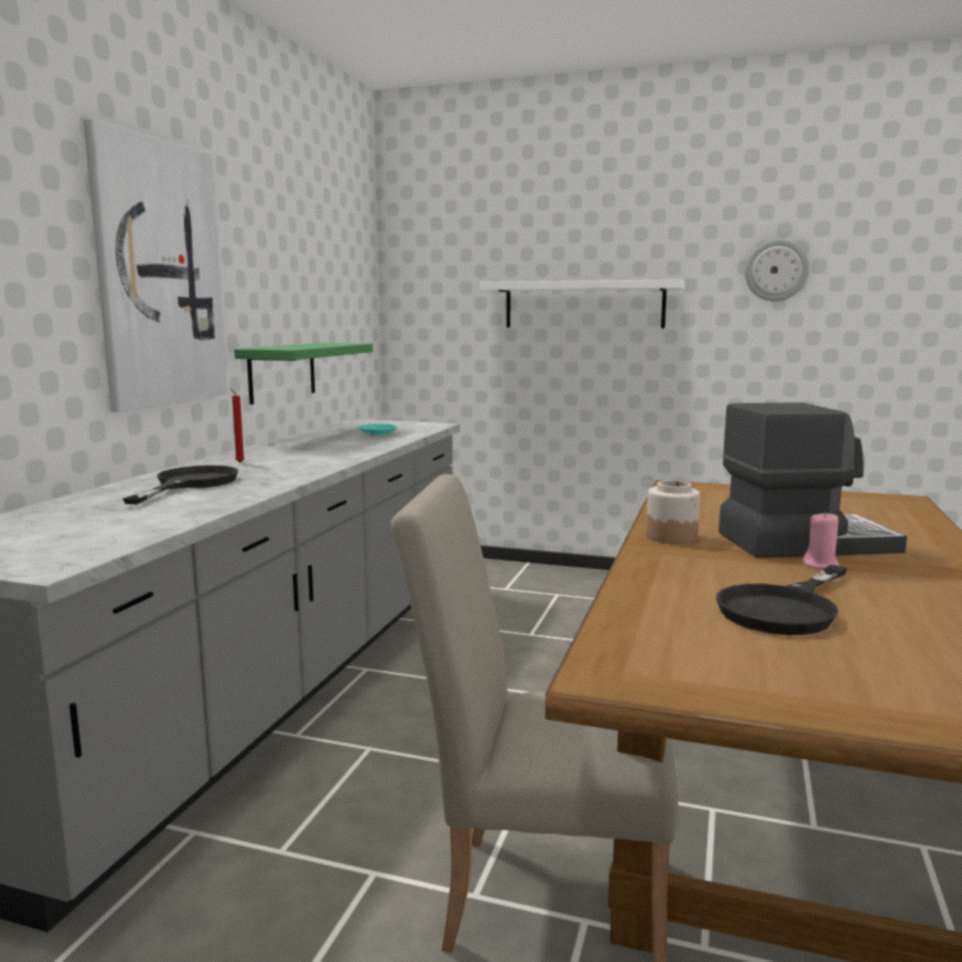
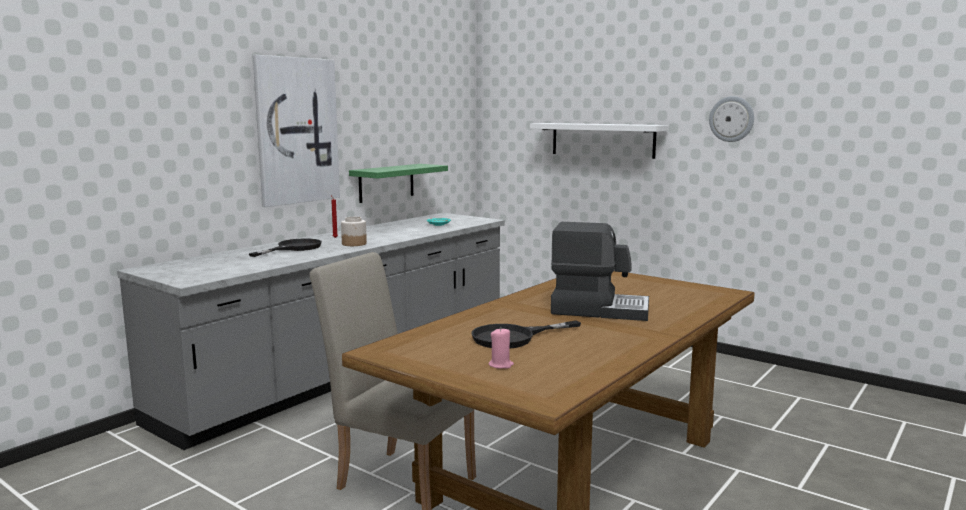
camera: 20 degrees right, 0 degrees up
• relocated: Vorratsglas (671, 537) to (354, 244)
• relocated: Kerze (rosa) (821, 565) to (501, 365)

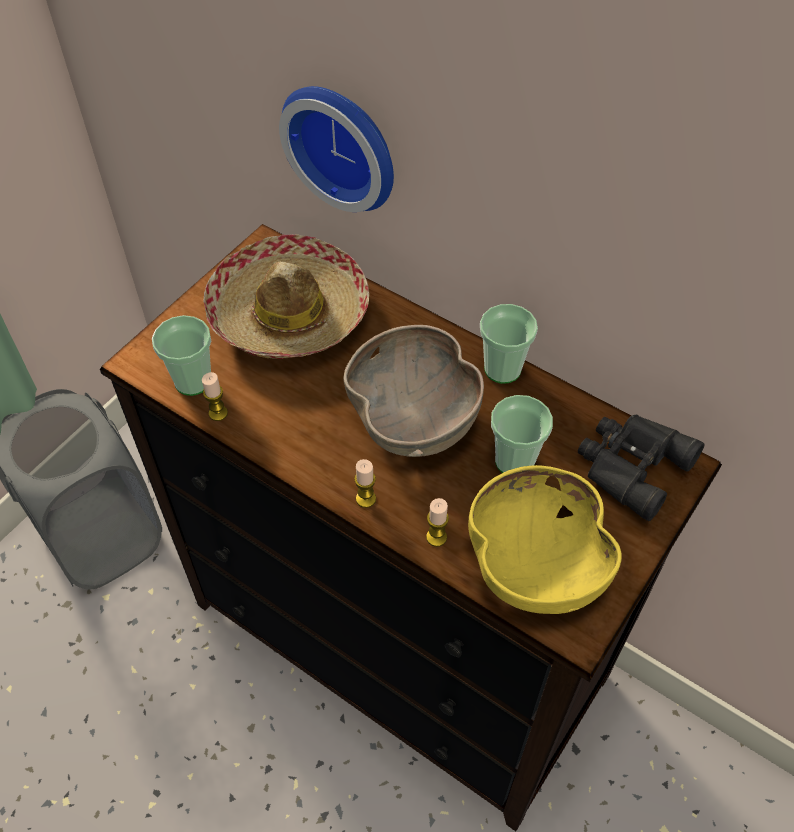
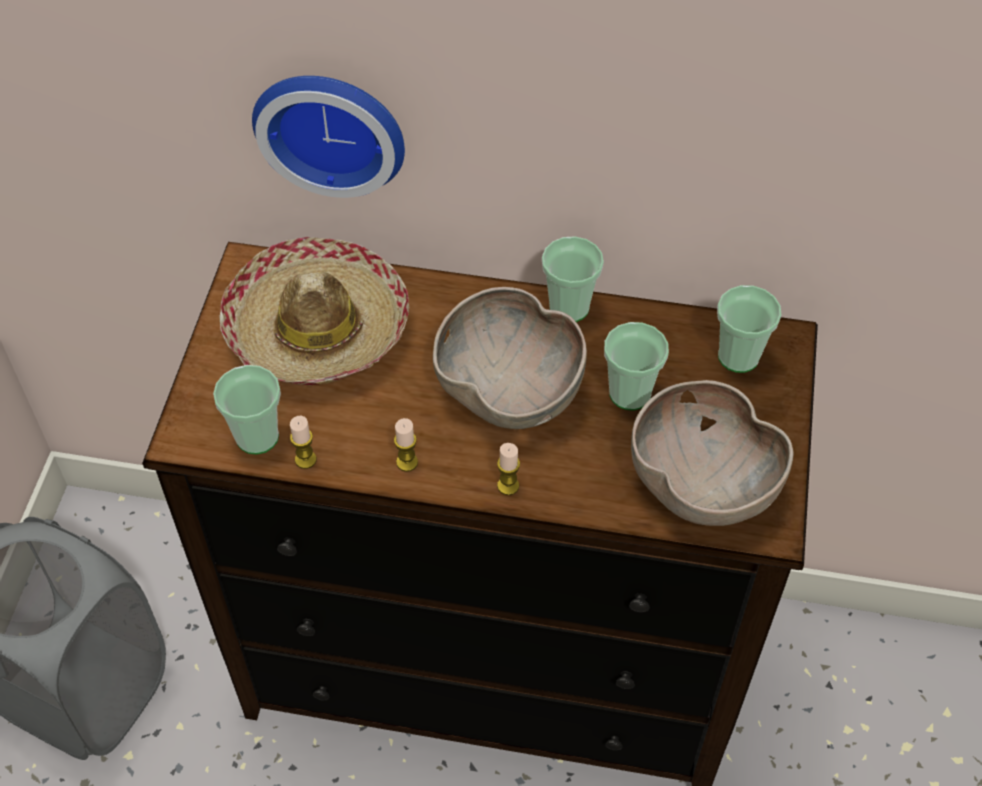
camera: 25 degrees left, 0 degrees up
• relocated: Kerze (436, 537) to (407, 462)
• exchanged: Fernglas (schwarz) (630, 465) to Tasse (738, 356)
• colour: Schüssel (gelb) (534, 564) to Schüssel (braun) (701, 483)

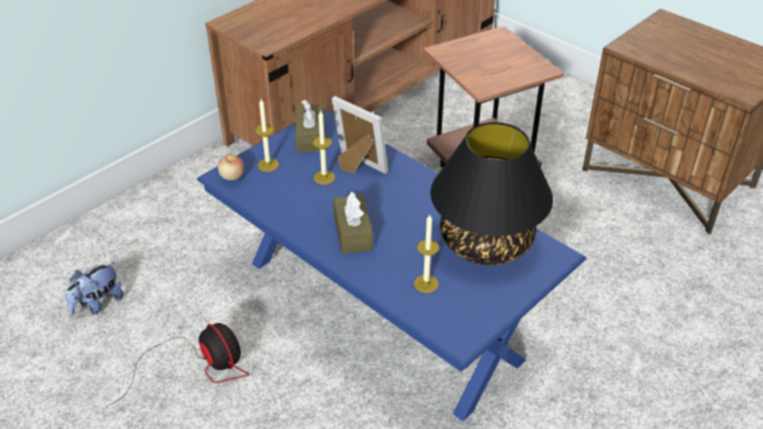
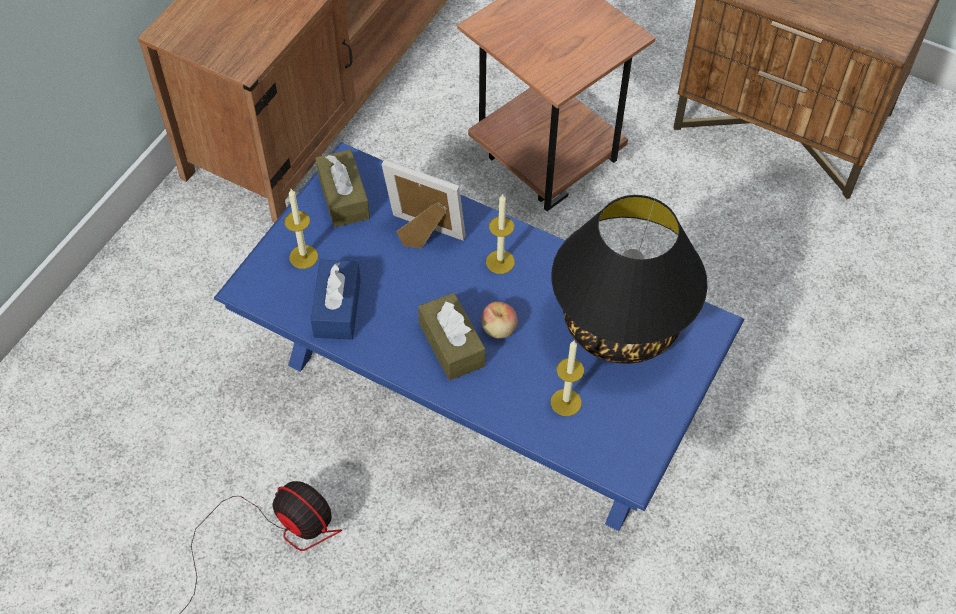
camera: 15 degrees left, 15 degrees up
• missing: Plüschtier (97, 304)
• appeared: Taschentuchbox (blau) (337, 308)
• relocated: Apfel (232, 177) to (499, 329)
• relocated: Kerze (324, 177) to (500, 262)

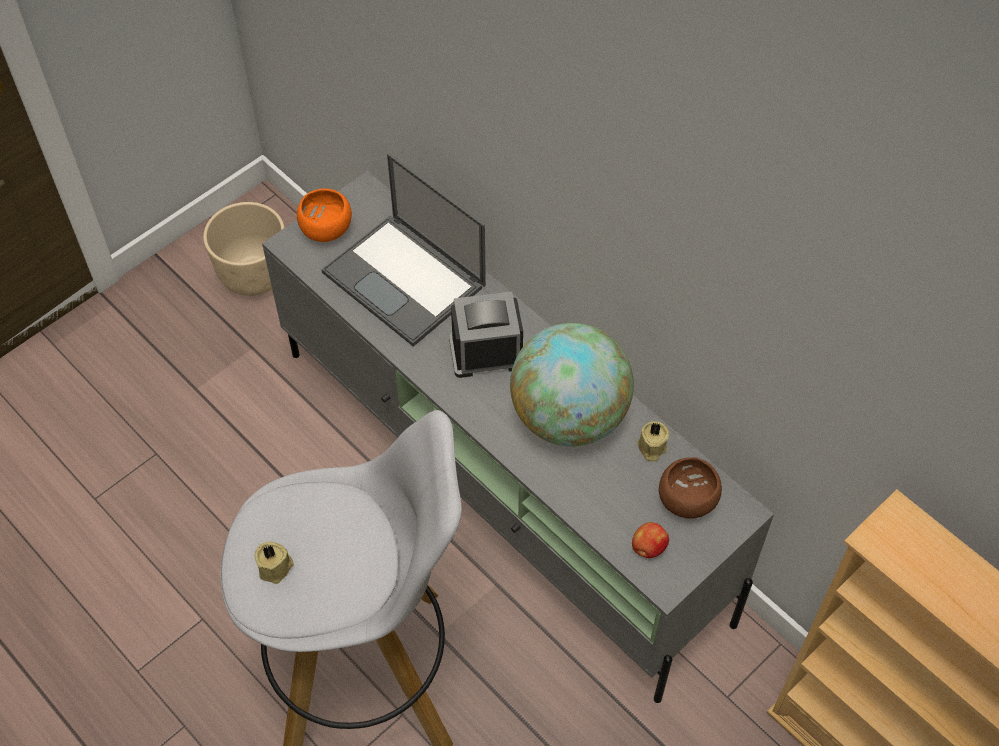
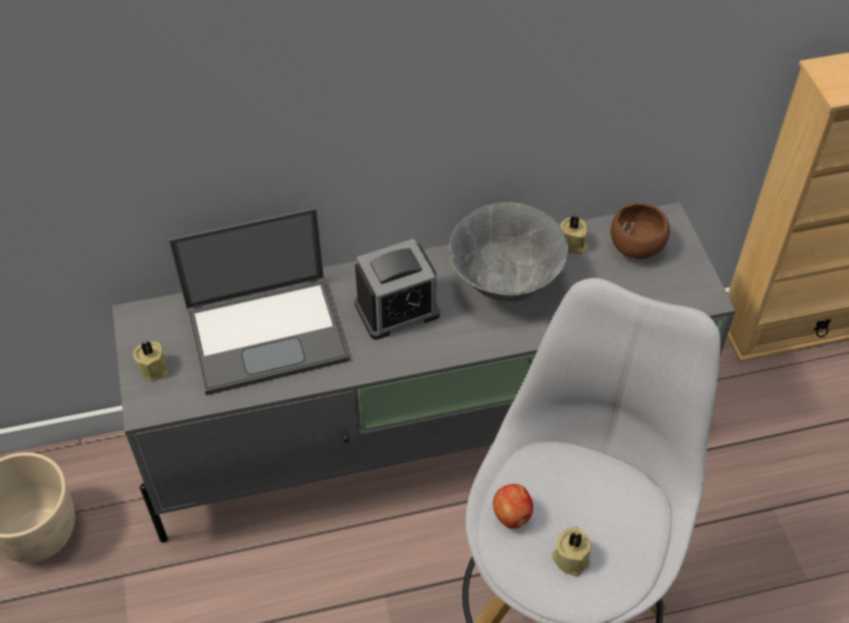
camera: 60 degrees left, 5 degrees down
• relocated: Apfel (648, 548) to (512, 516)
• exchanged: Schüssel (orange) (327, 228) to Kerze (beige) (155, 367)
• exchanged: Globus (569, 416) to Schüssel (grau) (505, 284)
• spun: Wecker (487, 352) = (397, 309) 135 degrees counterclockwise

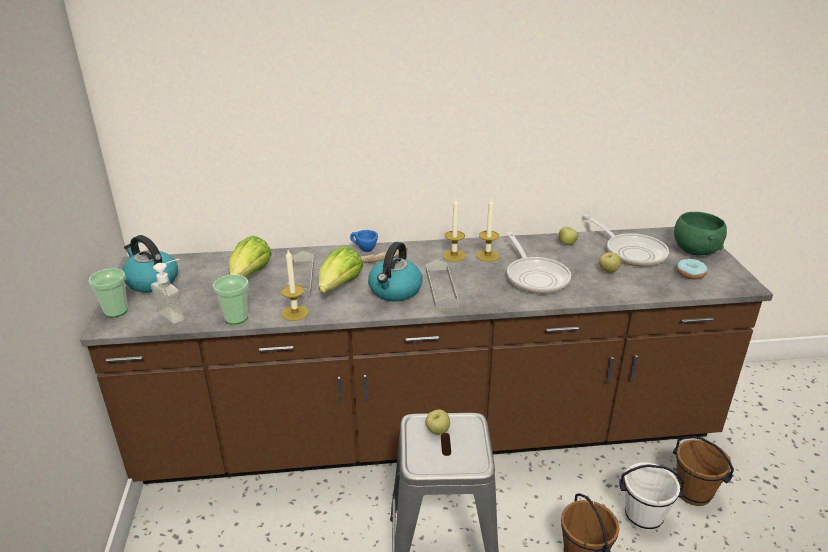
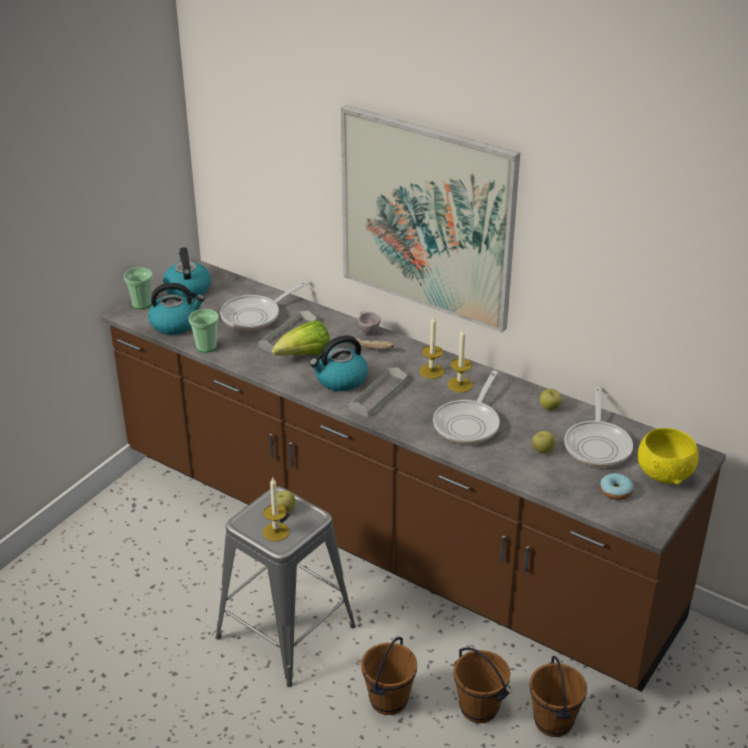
camera: 40 degrees right, 5 degrees up
• appeared: Bild (427, 217)
• relocated: Kerze (295, 313) to (276, 532)
• exchanged: Seifenspender (177, 312) to Wasserkessel (175, 324)
• exchanged: Salatkopf (250, 276) to Pfanne (255, 316)
• colour: Tasse (blau) (363, 250) to Tasse (beige) (367, 331)
• colour: Eimer (weiß) (643, 517) to Eimer (braun) (479, 708)
• colour: Schüssel (grün) (695, 250) to Schüssel (gelb) (665, 474)

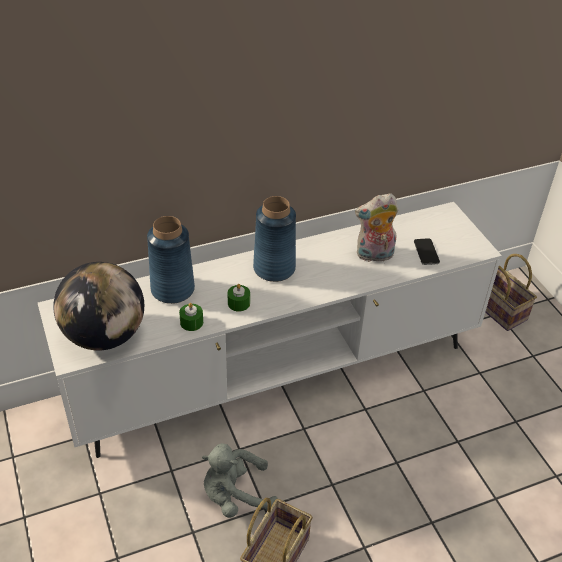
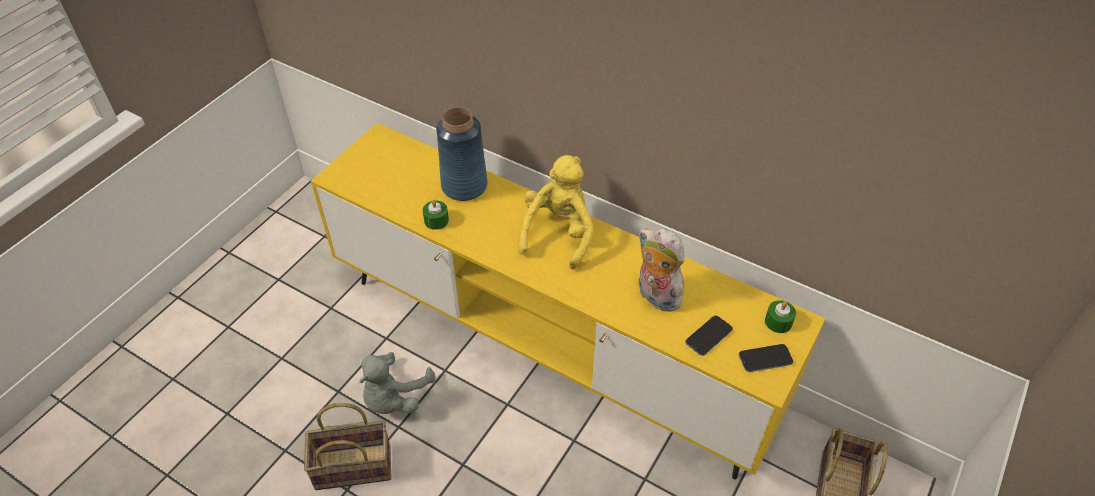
camera: 55 degrees right, 5 degrees up
• missing: Globus (105, 336)
• appeared: Handy (765, 359)
• relocated: Kerze (grün) (239, 303) to (778, 322)
• exchanged: Vase (blau) (274, 268) to Plüschtier (gelb) (558, 233)
• colour: Fernsehschrank (weiß) (276, 376) to Fernsehschrank (gelb) (548, 346)
• spun: Plüschtier (grau) (235, 495) = (394, 398) 105 degrees counterclockwise

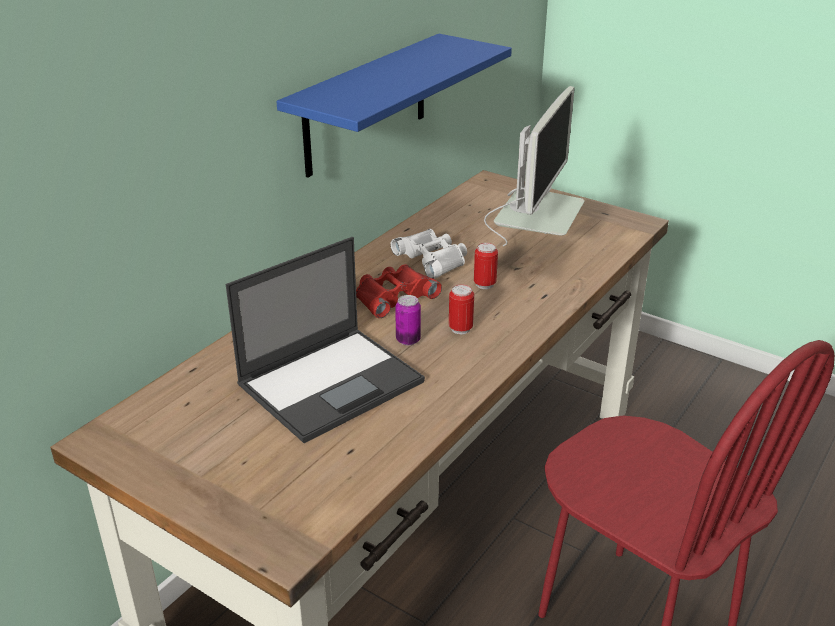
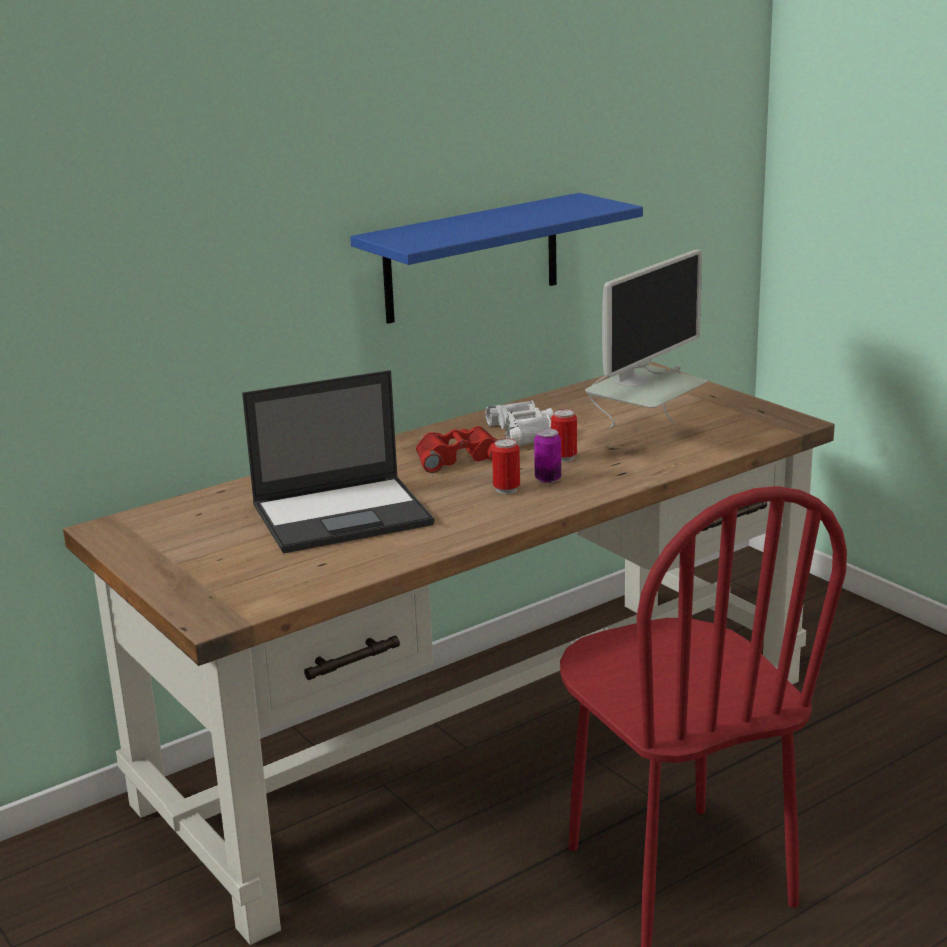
camera: 20 degrees right, 10 degrees down
• relocated: Dose (408, 340) to (548, 479)

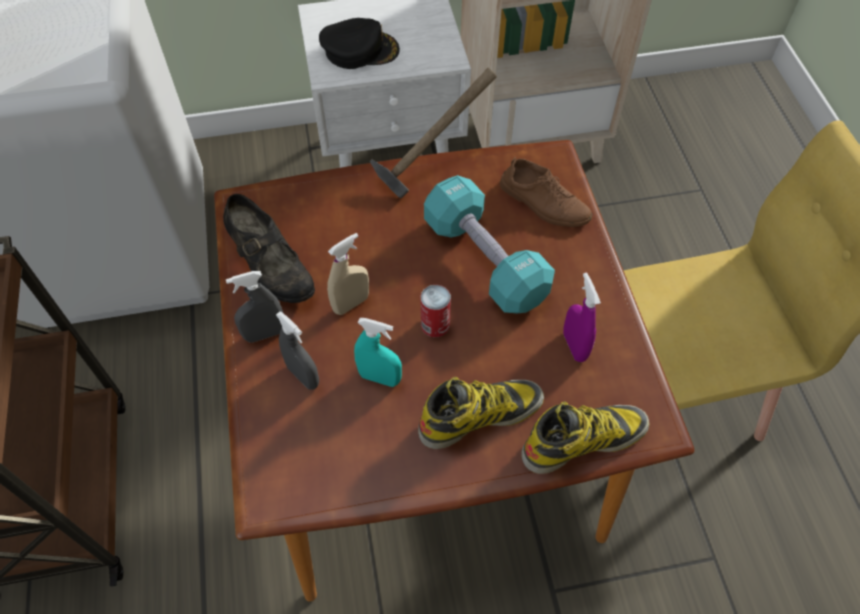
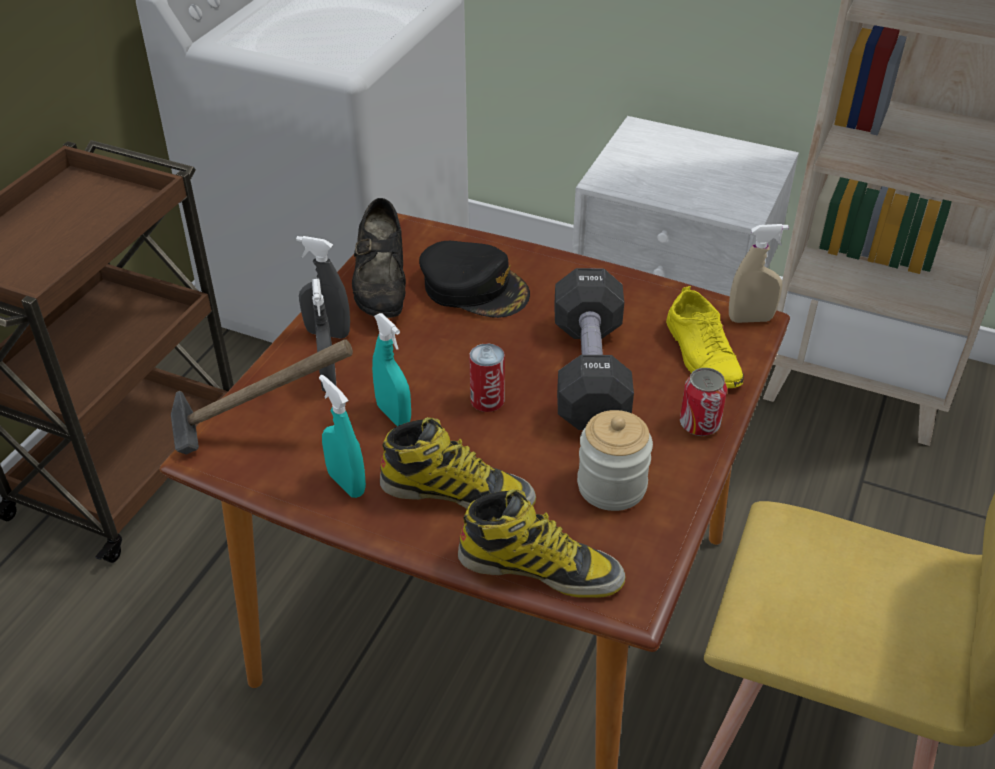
camera: 35 degrees right, 15 degrees down
• appeared: Sprühflasche (türkis) (346, 483)
• appeared: Dose (699, 424)
• relocated: Kappe (schwarz) (360, 50) to (474, 288)
• relocated: Sprühflasche (beige) (351, 304) to (750, 319)
• relocated: Hammer (430, 165) to (259, 435)
• exchanged: Sprühflasche (lila) (574, 346) to Vorratsglas (611, 486)
• colour: Hantel (türkis) (485, 260) to Hantel (schwarz) (589, 372)
• colour: Schuh (braun) (544, 203) to Schuh (gelb) (702, 353)

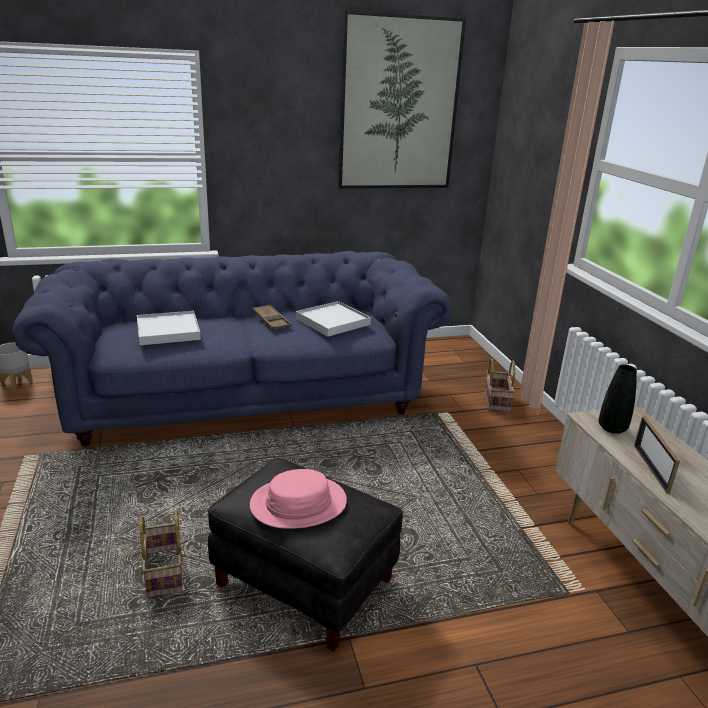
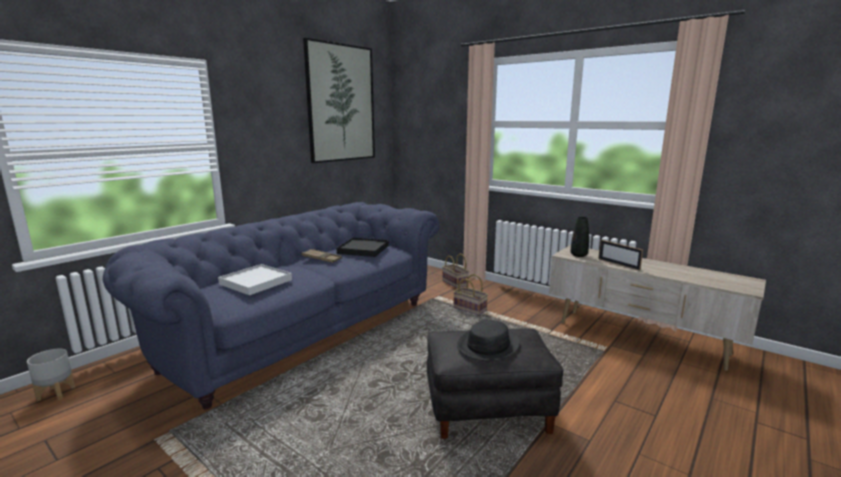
camera: 35 degrees left, 10 degrees down
• relocated: Korb (166, 574) to (471, 309)
• colour: Hut (rosa) (298, 504) to Hut (schwarz) (488, 345)
• colour: Tablett (weiß) (332, 321) to Tablett (schwarz) (363, 249)

